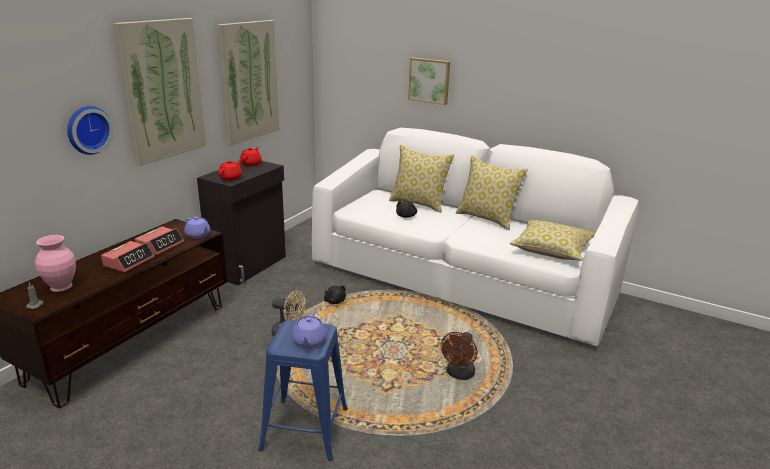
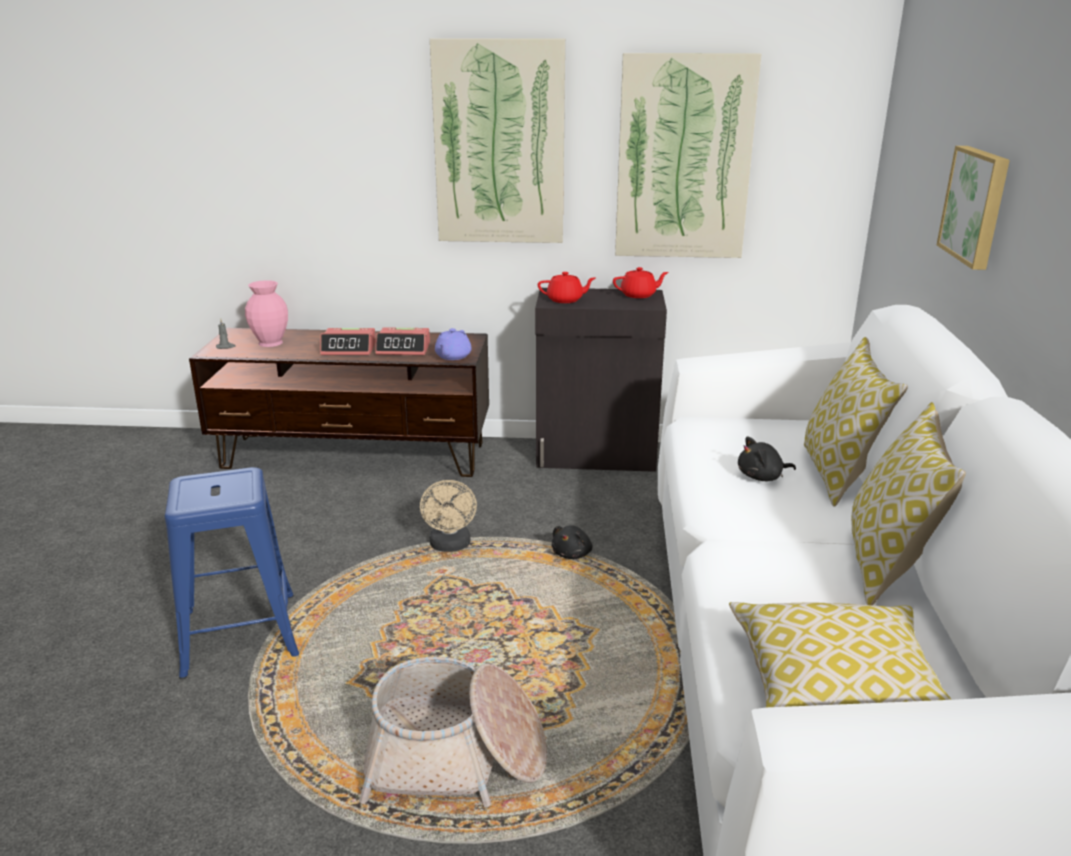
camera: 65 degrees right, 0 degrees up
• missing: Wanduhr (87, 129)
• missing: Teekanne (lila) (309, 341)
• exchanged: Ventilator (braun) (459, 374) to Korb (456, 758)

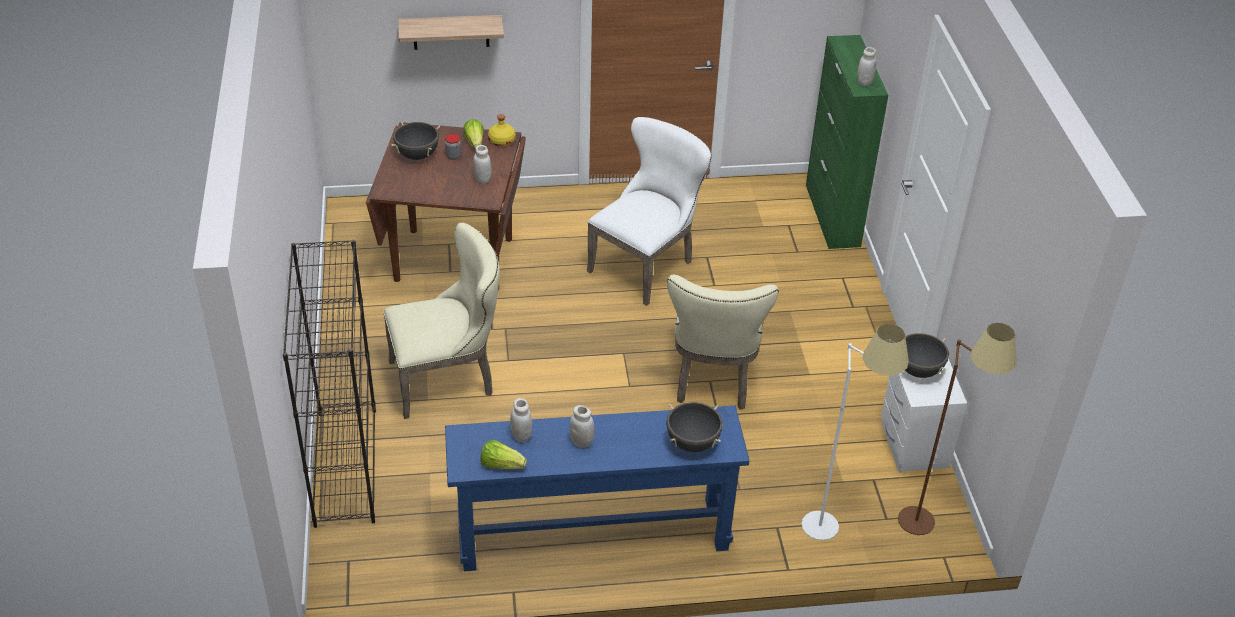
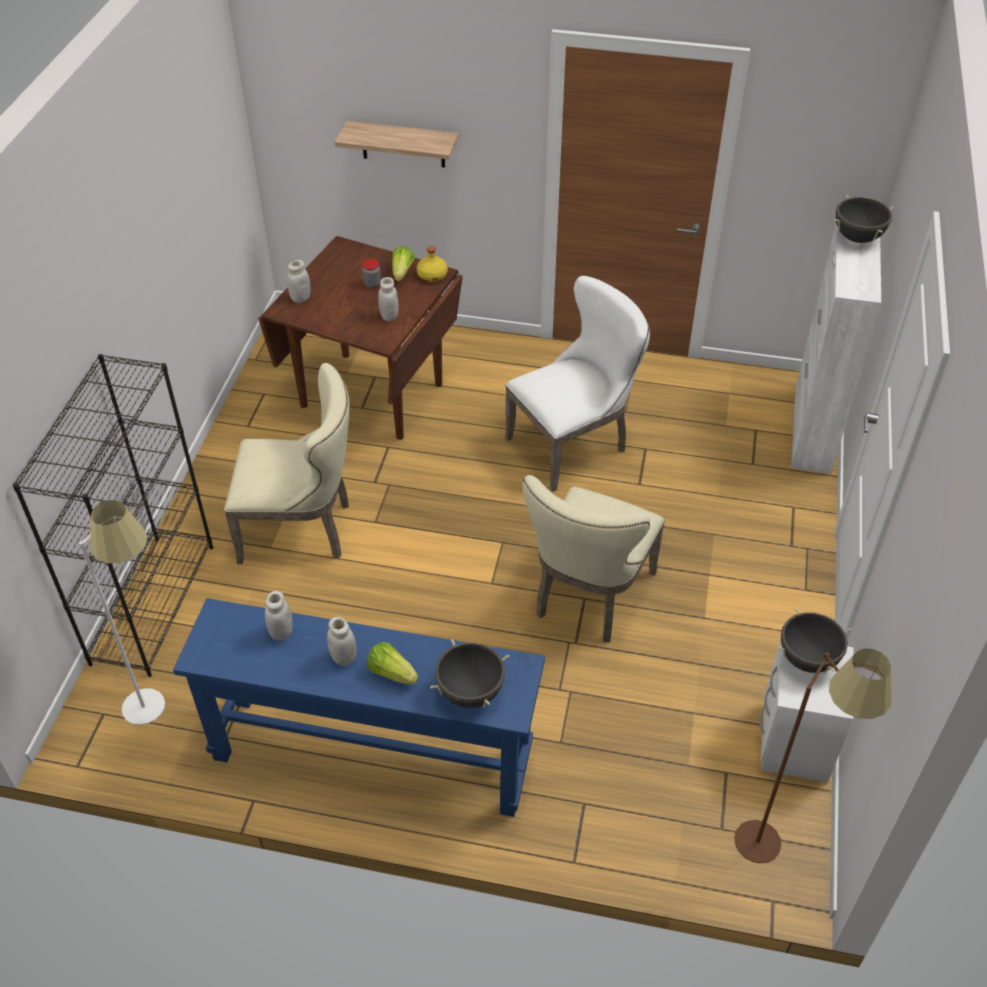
camera: 20 degrees right, 5 degrees up
• relocated: Kochtopf (schwarz) (417, 155) to (857, 238)
• relocated: Salatkopf (501, 465) to (392, 672)
• relocated: Stehlampe (weiß) (836, 523) to (162, 708)
• relocated: Vorratsglas (weiß) (864, 82) to (300, 298)
• colour: Schrank (grün) (832, 215) to Schrank (weiß) (812, 429)

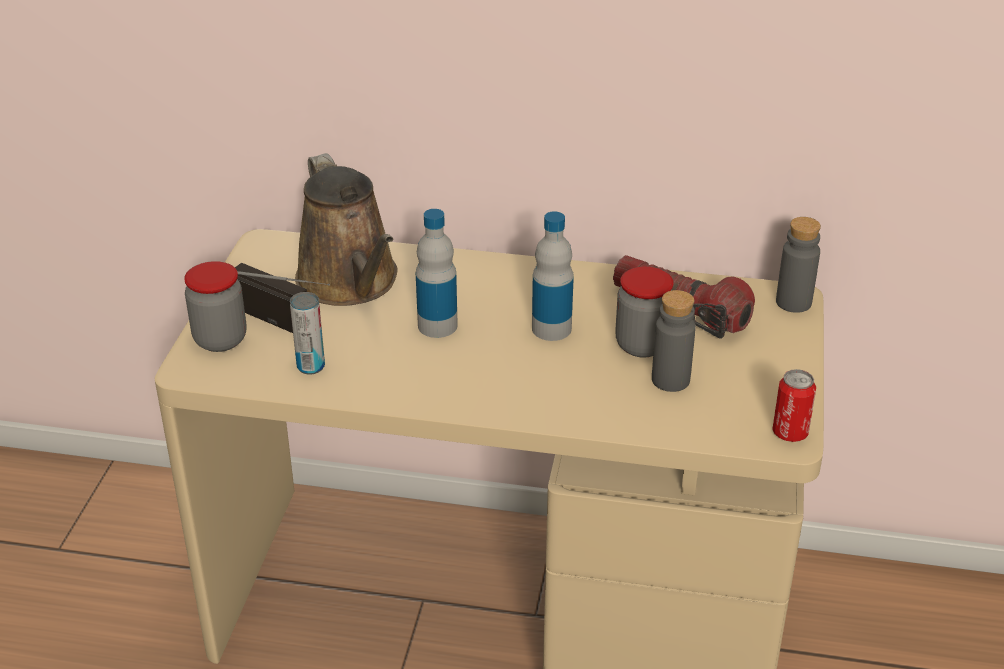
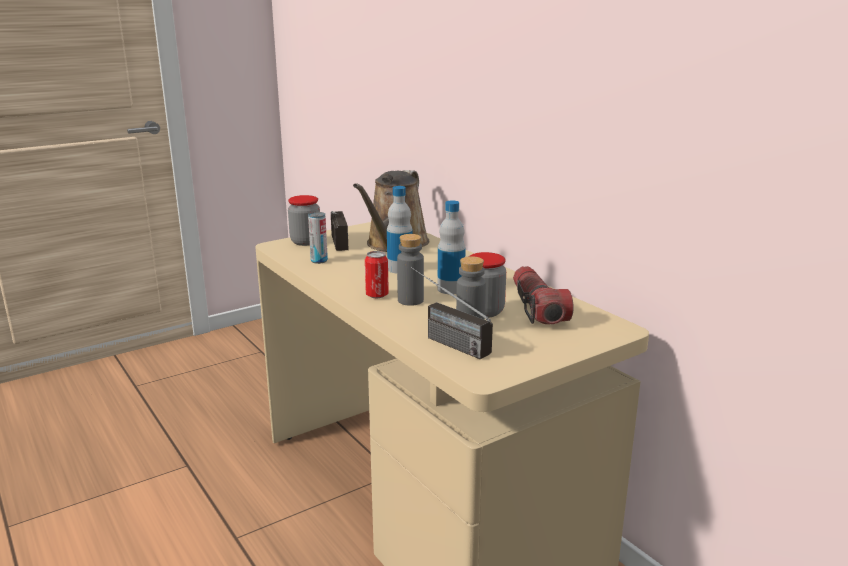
camera: 45 degrees right, 15 degrees down
• appeared: Radio (443, 340)
• relocated: Dose (790, 433) to (377, 295)
• relocated: Flasche (grau) (793, 302) to (410, 300)

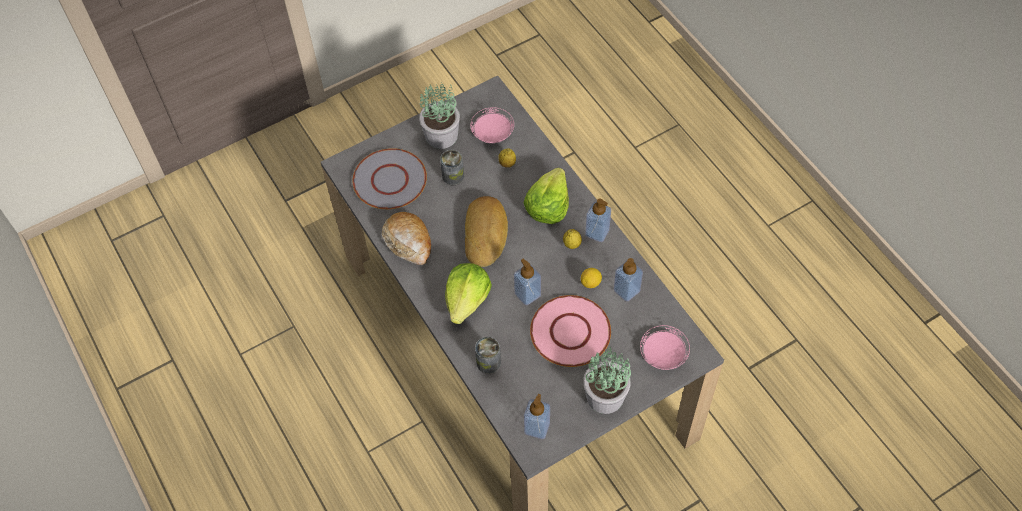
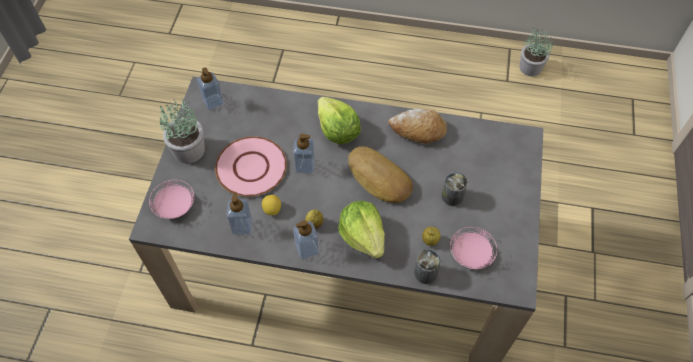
camera: 130 degrees right, 0 degrees up
• missing: Teller (grau) (390, 181)
• relocated: Topfpflanze (442, 136) to (529, 67)
• relocated: Dose (488, 362) to (425, 273)

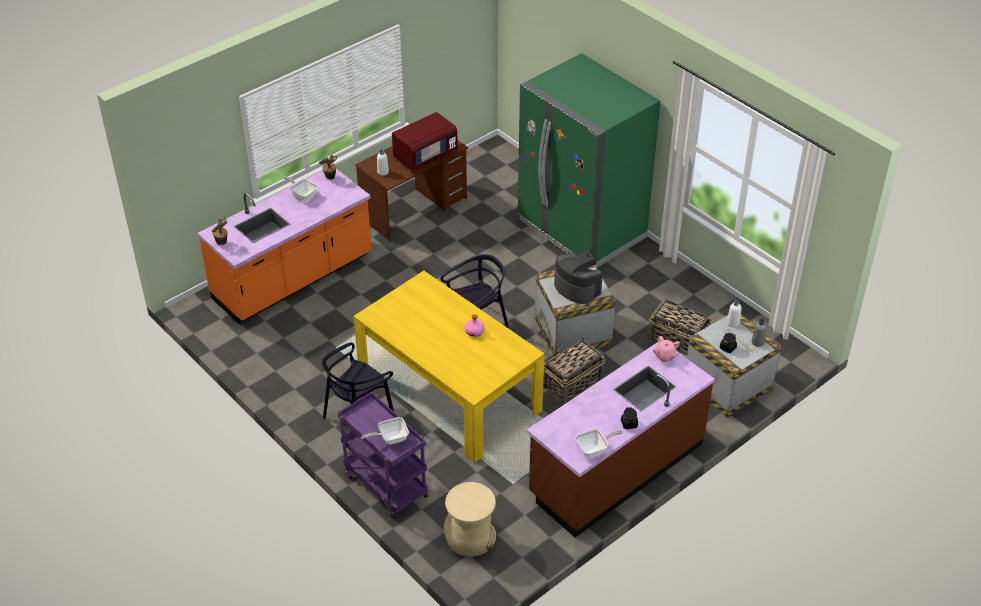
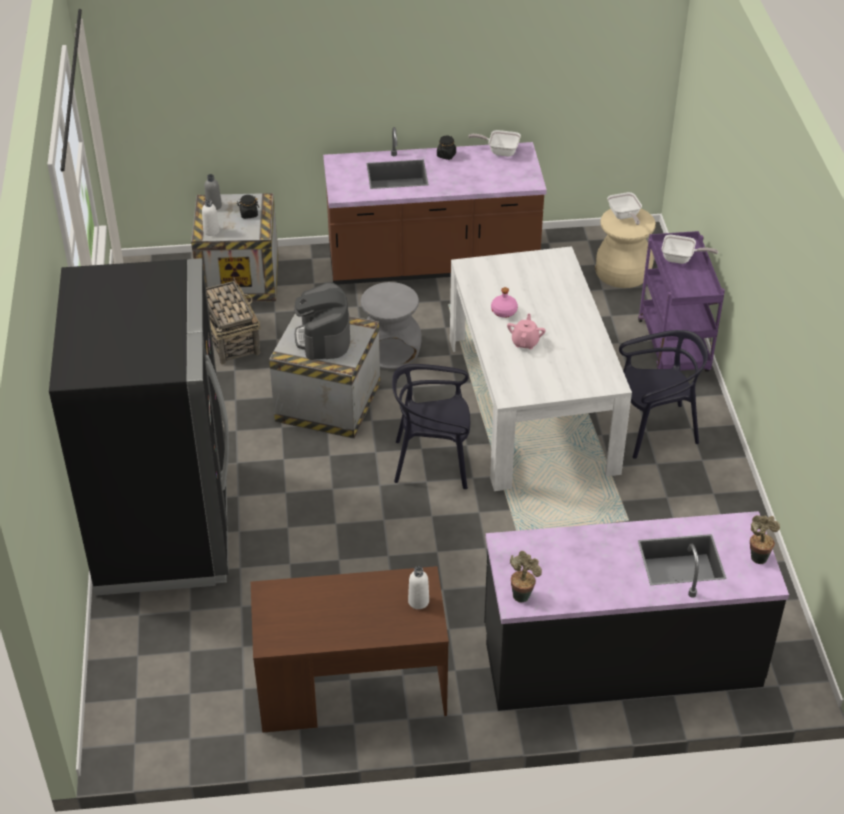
camera: 145 degrees left, 0 degrees up
• missing: Mikrowelle (rot) (425, 155)
• relocated: Pfanne (303, 195) to (624, 216)
• relocated: Teekanne (rosa) (665, 356) to (525, 342)
• exchanged: Korb (572, 384) to Hocker (grau) (391, 350)
• colour: Küchenzeile (orange) (293, 278) to Küchenzeile (schwarz) (621, 657)
• colour: Esstisch (gelb) (449, 391) to Esstisch (weiß) (531, 404)
• colour: Kühlschrank (grün) (581, 229) to Kühlschrank (schwarz) (165, 525)

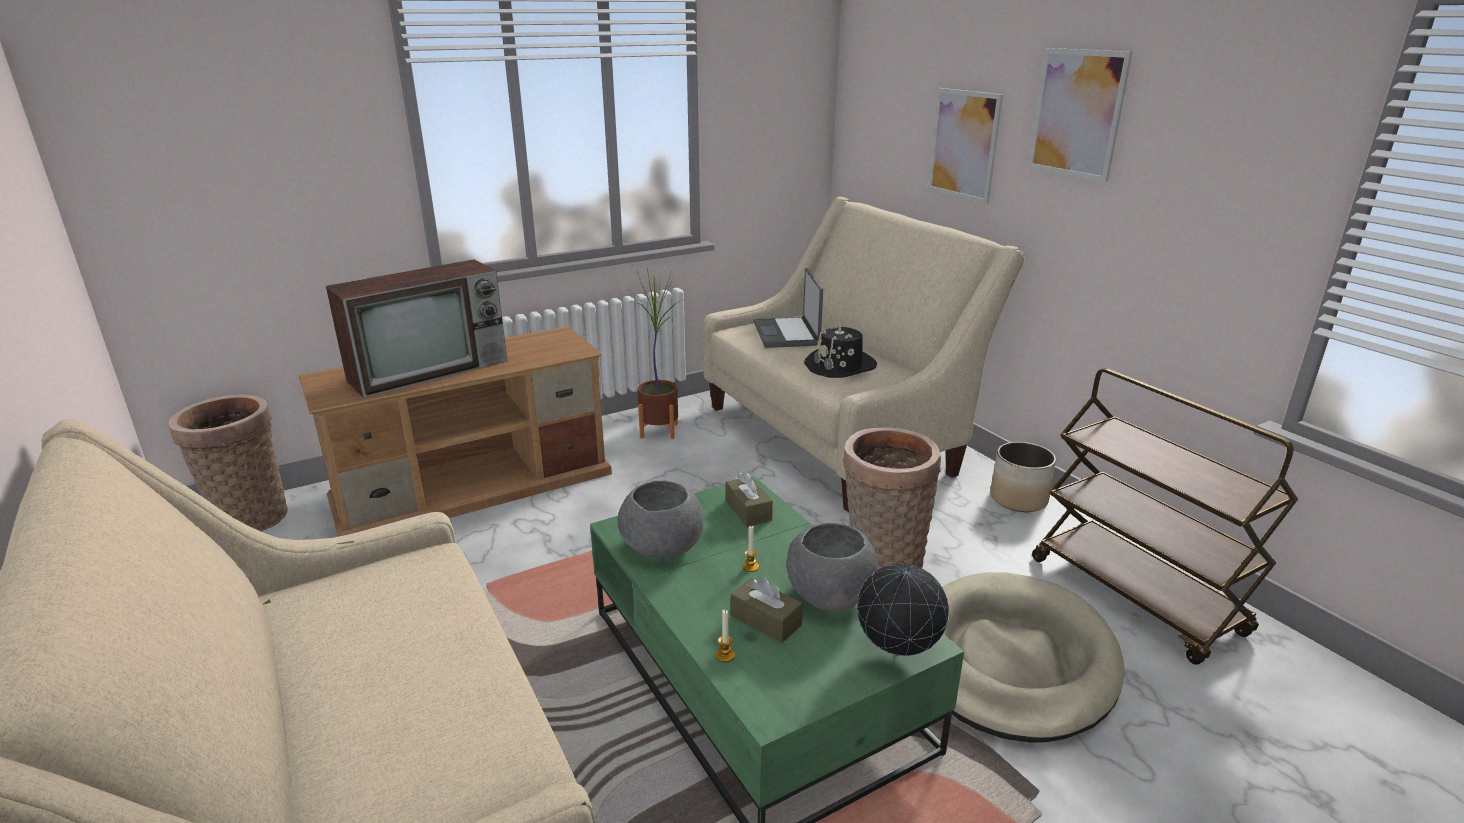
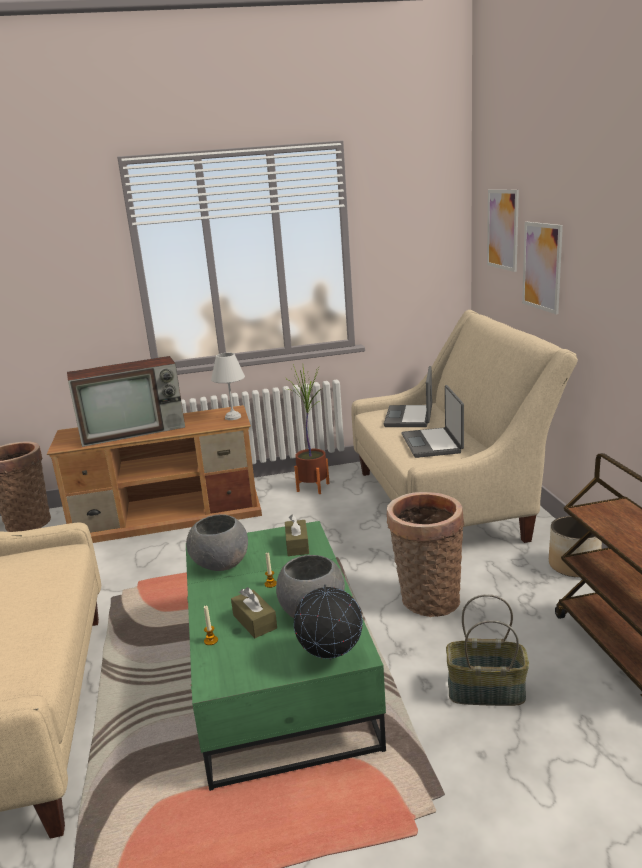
camera: 20 degrees right, 5 degrees down
• appeared: Tischlampe (weiß) (232, 417)
• relocated: Bild (1077, 114) to (502, 229)
• exchanged: Hut (schwarz) (840, 366) to Laptop (433, 444)
• exchanged: Hundebett (beige) (1011, 661) to Korb (485, 692)

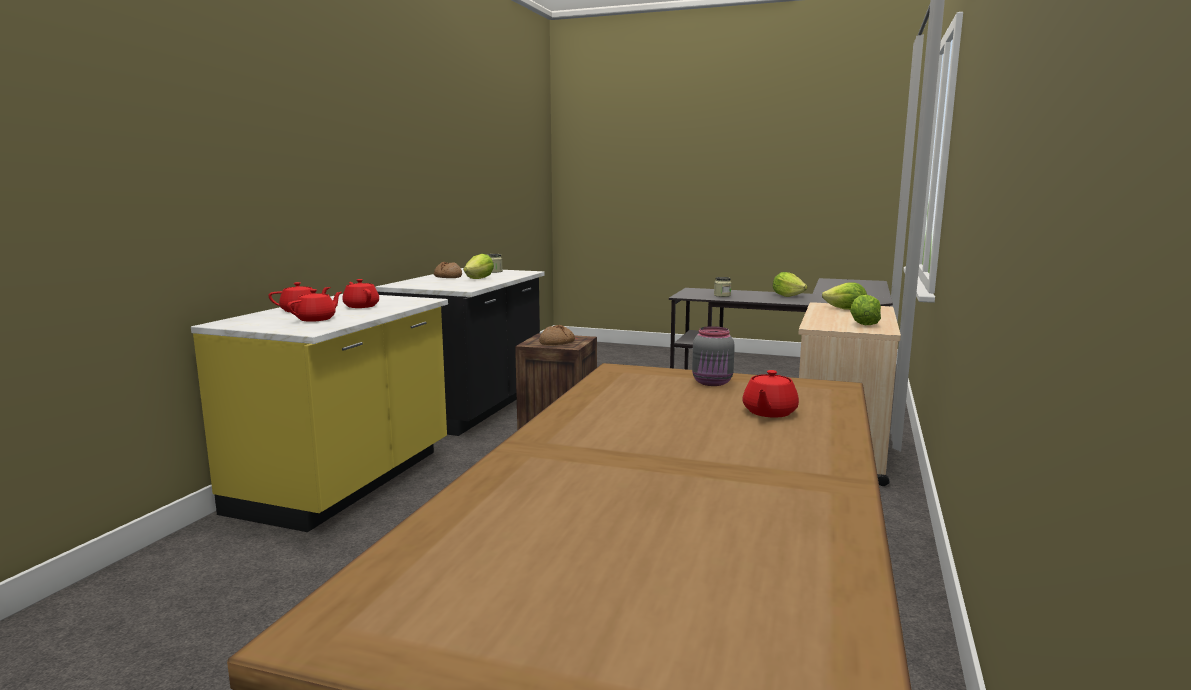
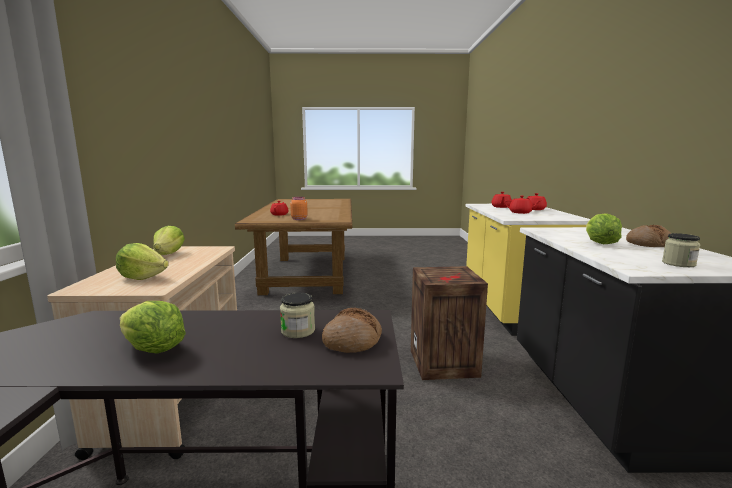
camera: 160 degrees right, 0 degrees up
• relocated: Brot (557, 343) to (352, 340)
• colour: Vorratsglas (grau) (713, 383) to Vorratsglas (orange) (299, 219)

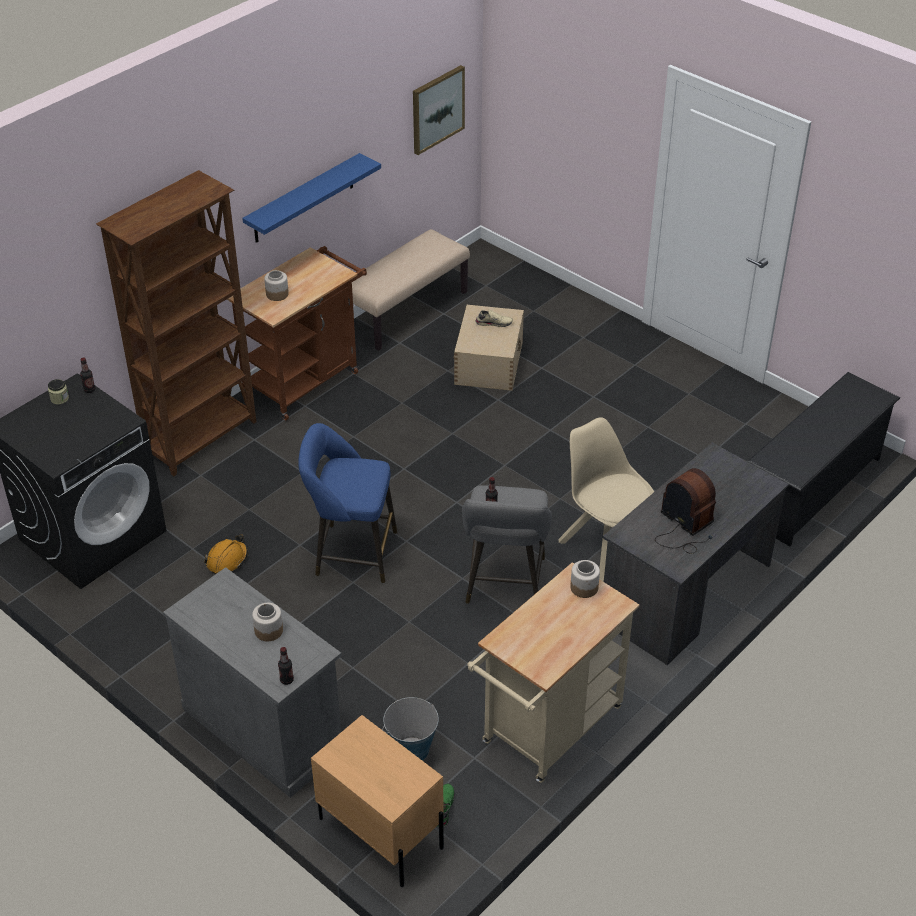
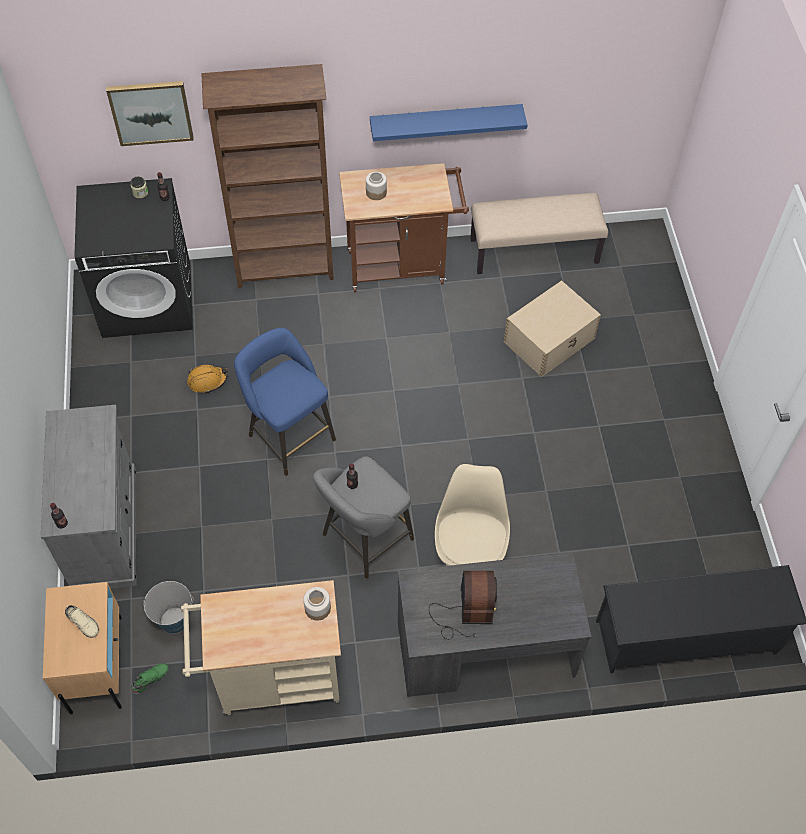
camera: 40 degrees right, 15 degrees up
• missing: Vorratsglas (268, 630)
• relocated: Bild (437, 109) to (151, 112)
• relocated: Schuh (beige) (494, 323) to (83, 622)

